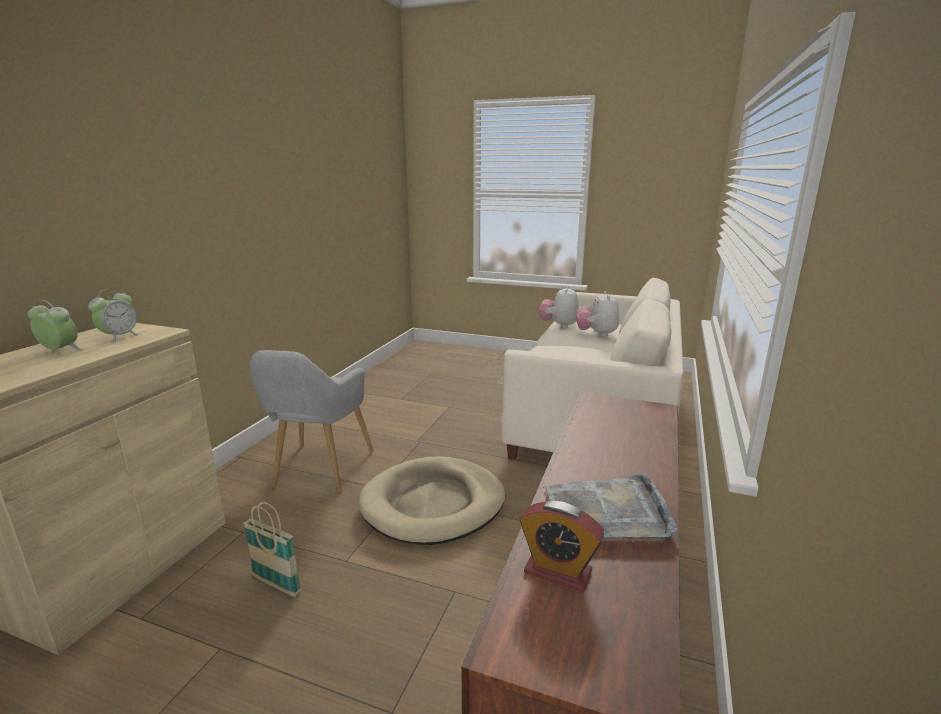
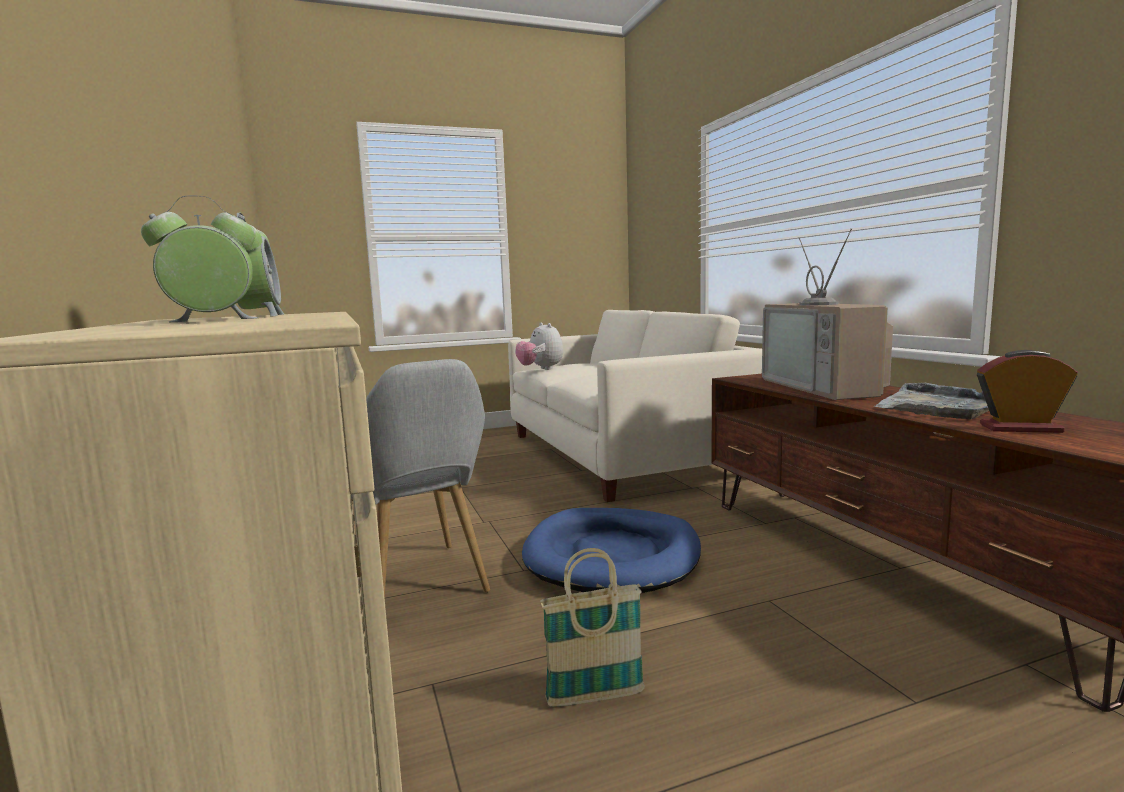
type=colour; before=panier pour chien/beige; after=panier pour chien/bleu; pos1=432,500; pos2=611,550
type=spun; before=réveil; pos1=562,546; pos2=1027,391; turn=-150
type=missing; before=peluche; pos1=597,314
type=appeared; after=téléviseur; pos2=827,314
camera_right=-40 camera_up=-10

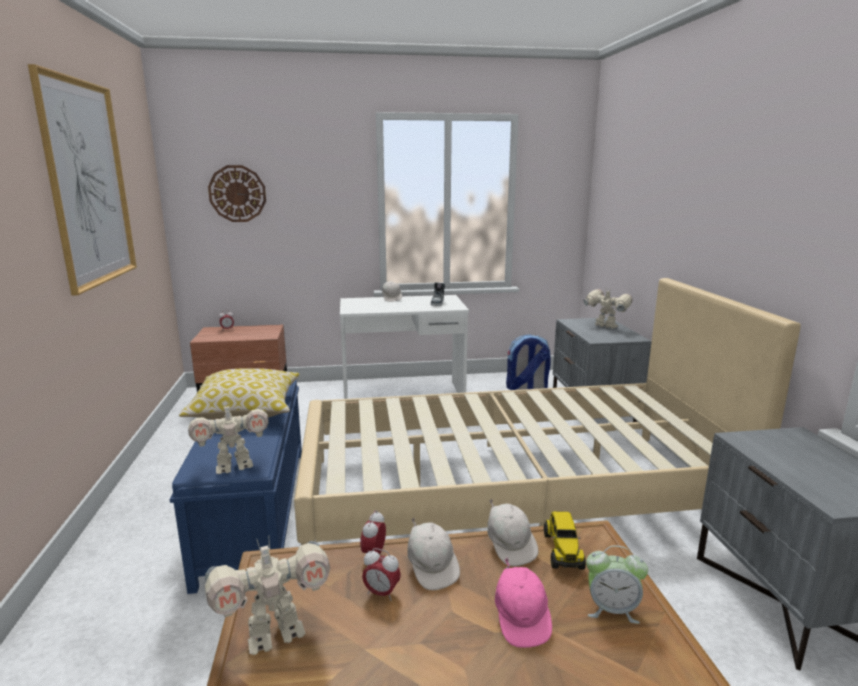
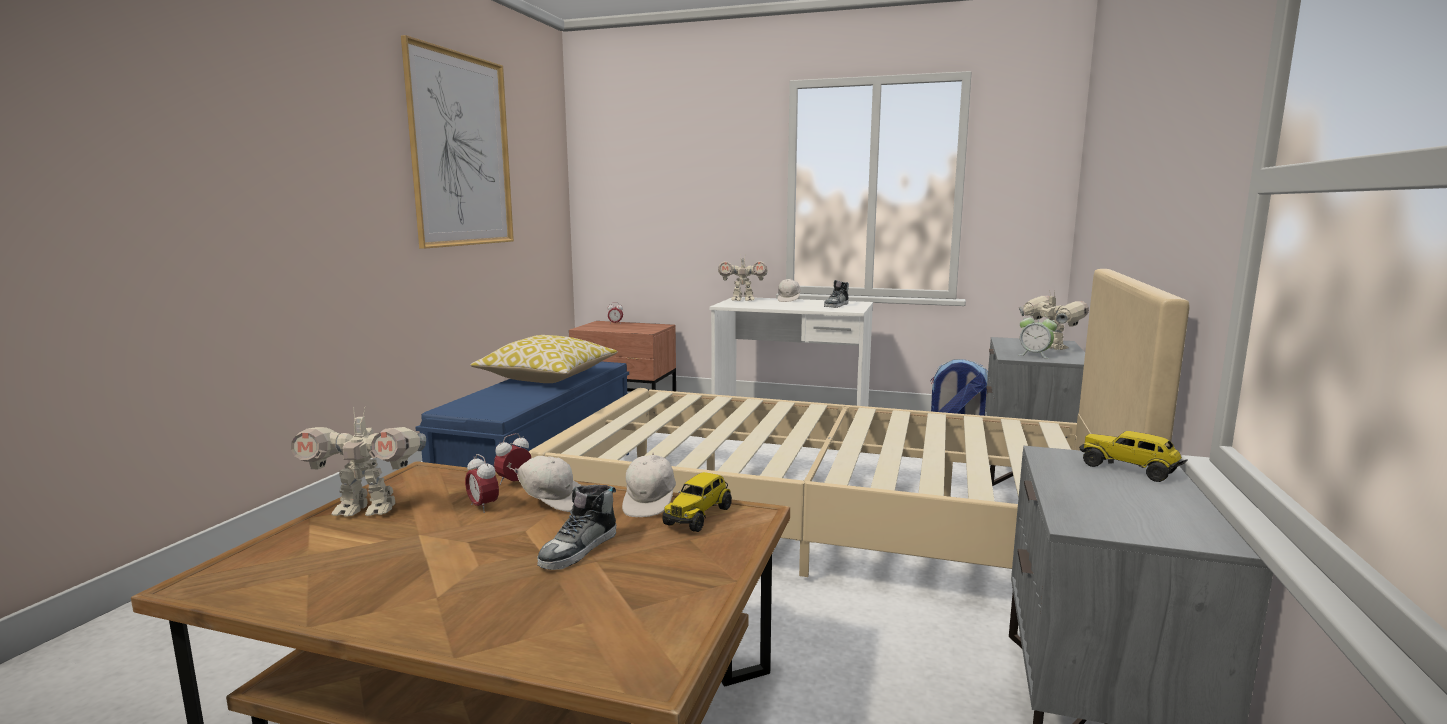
type=relocated; before=robot jouet; pos1=228,436; pos2=743,277
type=missing; before=horloge murale; pos1=237,193
type=spun; before=casquette/blanc; pos1=433,554; pos2=544,484; turn=-75
type=exchanged; before=casquette/rose; after=chaussure; pos1=523,603; pos2=576,527
type=relocated; before=réveil; pos1=617,584; pos2=1038,336
type=appeared; after=camion jouet; pos2=1133,456
camera_right=25 camera_up=-5

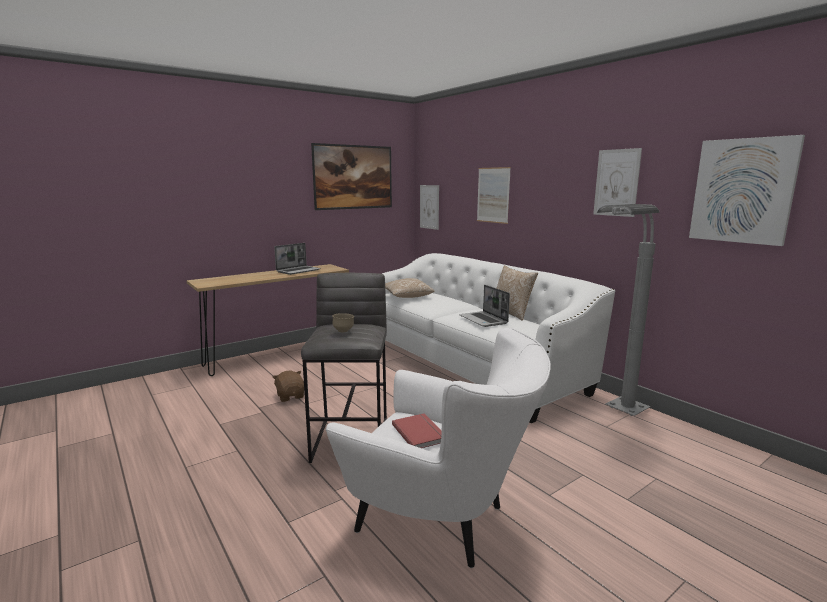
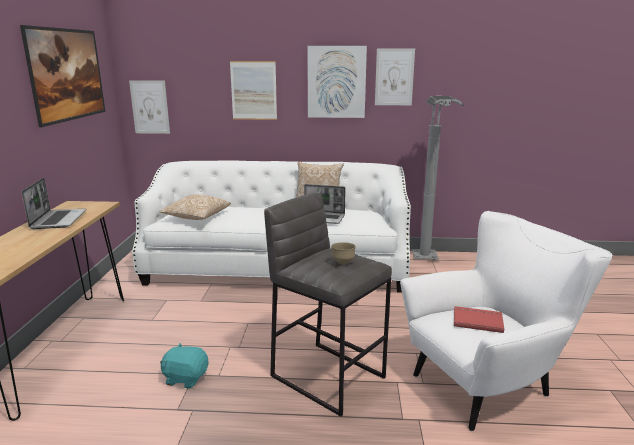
type=colour; before=peluche/marron; after=peluche/turquoise; pos1=288,386; pos2=184,366
type=relocated; before=tableau; pos1=747,190; pos2=337,82
camera_right=-50 camera_up=5

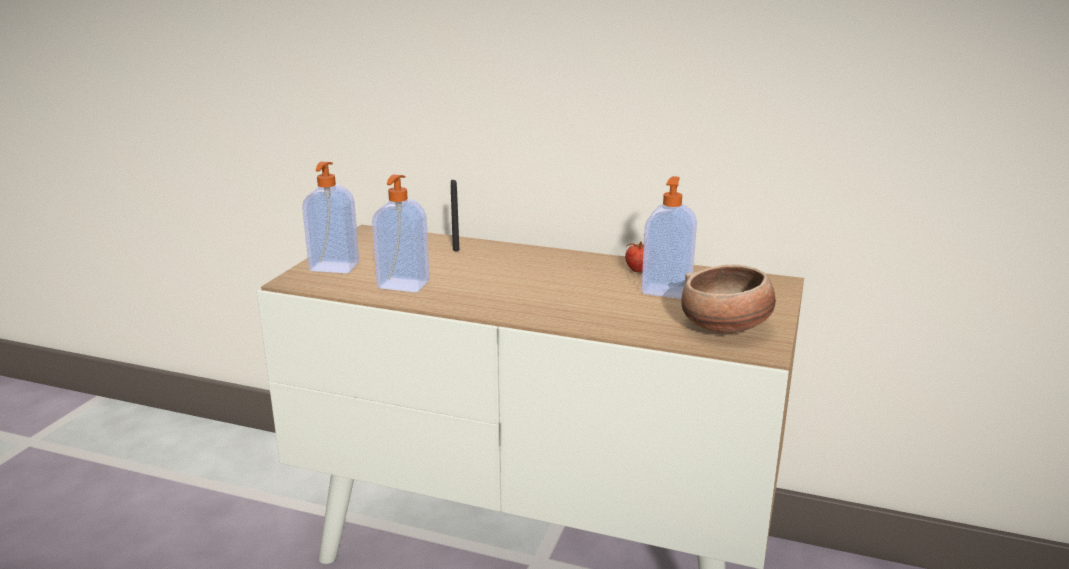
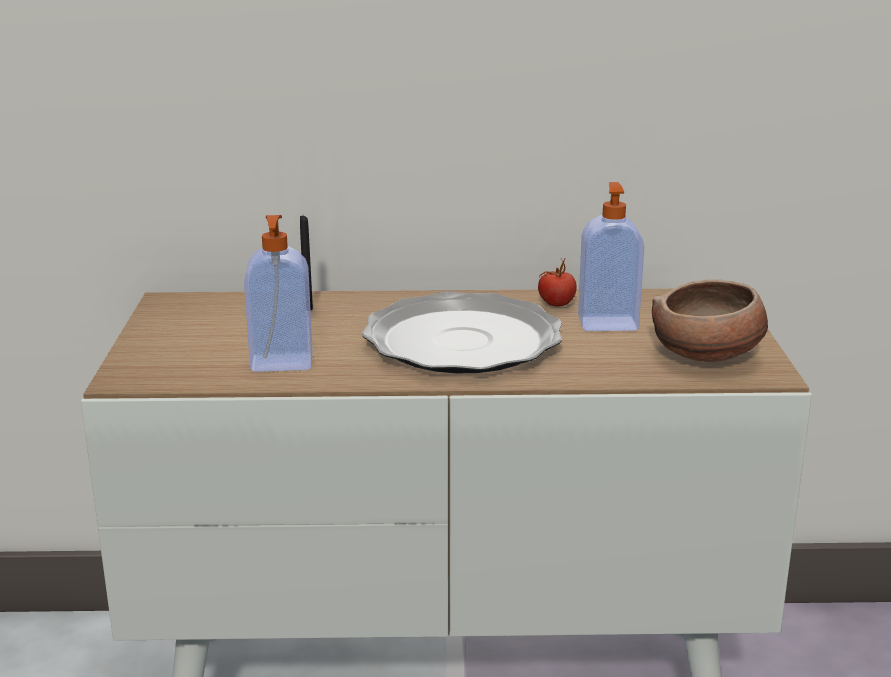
type=missing; before=distributeur de savon; pos1=330,217
type=appeared; after=assiette; pos2=462,333
camera_right=-20 camera_up=0

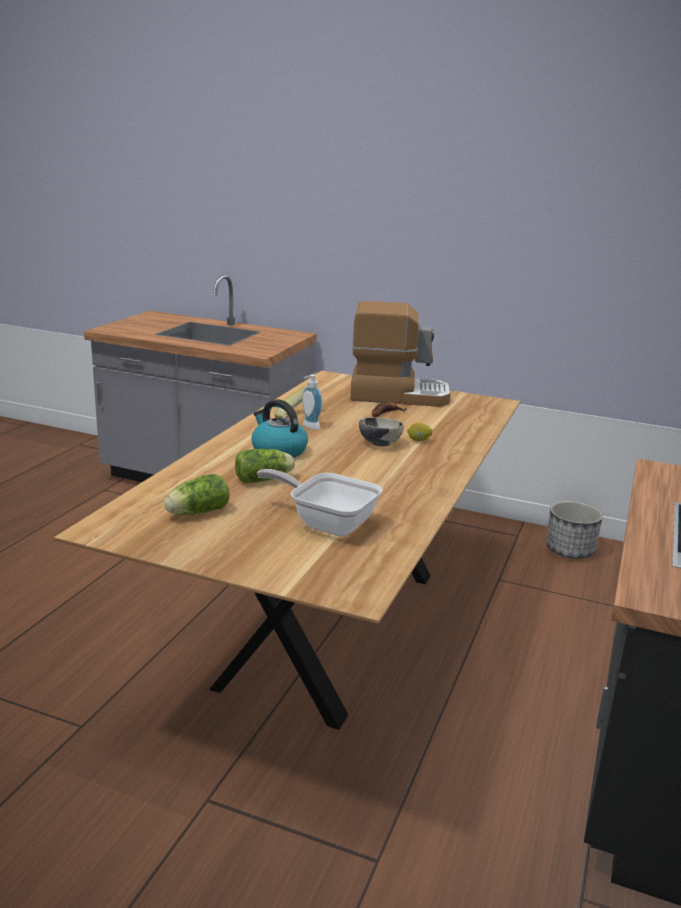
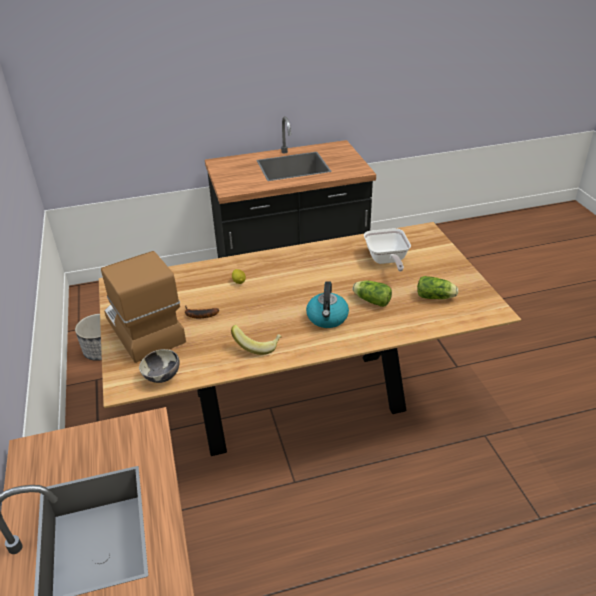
type=missing; before=distributeur de savon; pos1=312,402
type=relocated; before=bol; pos1=381,431; pos2=159,366
camera_right=-125 camera_up=15

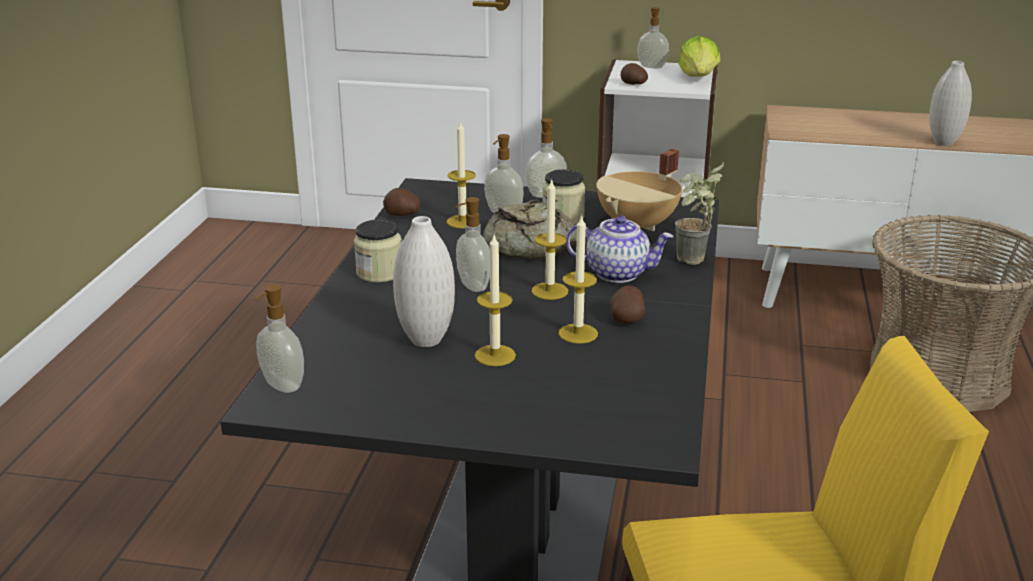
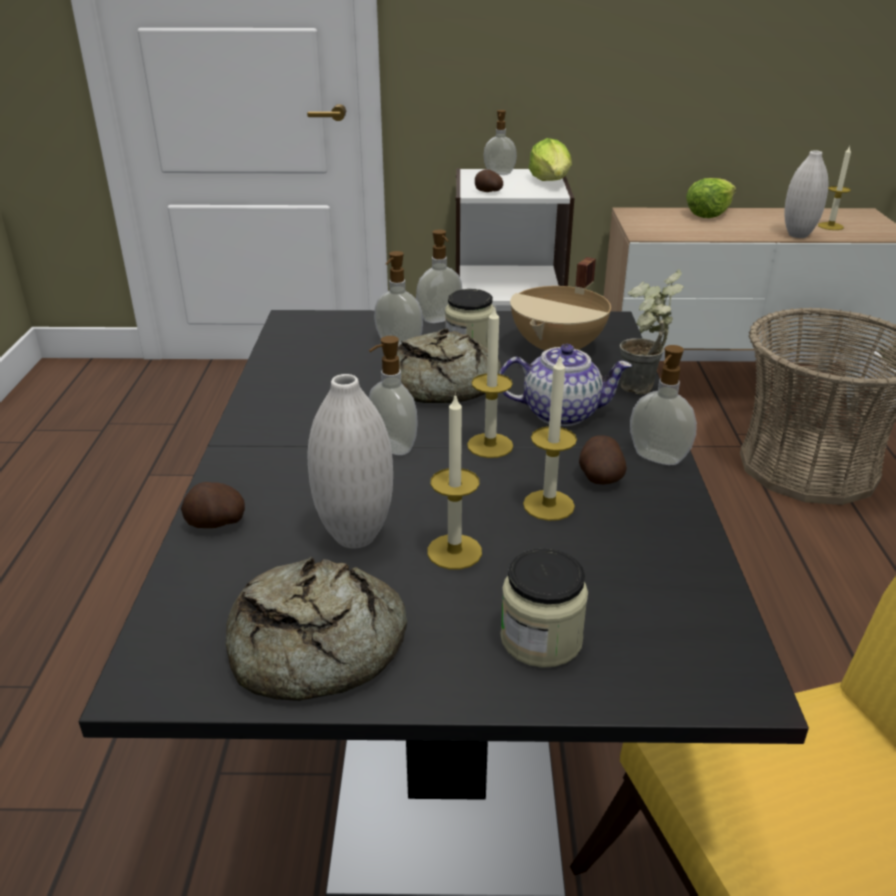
type=relocated; before=distributeur de savon; pos1=279,338; pos2=663,405
type=relocated; before=bocal; pos1=378,251; pos2=544,608
type=relocated; before=pomme de terre; pos1=401,202; pos2=213,505
type=relocated; before=bougie; pos1=461,174; pos2=834,188
type=appeared; after=pain; pos2=316,629
type=appeared; after=laitue; pos2=711,198
camera_right=-10 camera_up=5

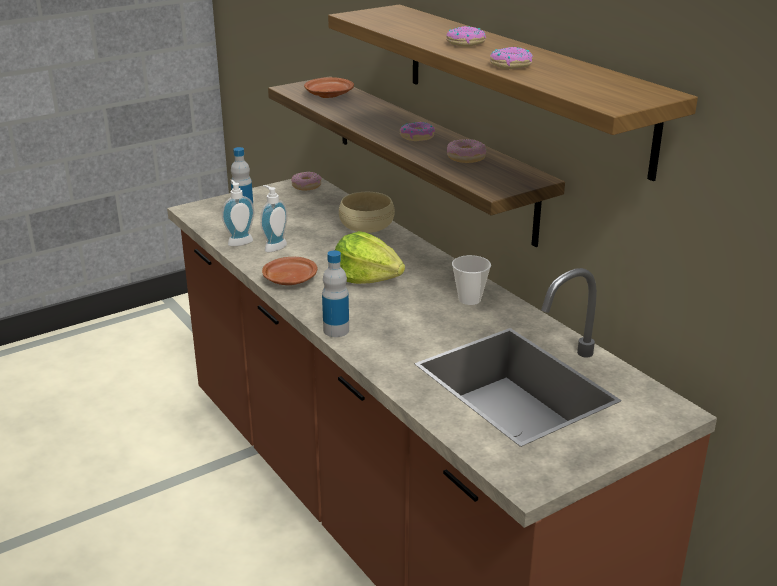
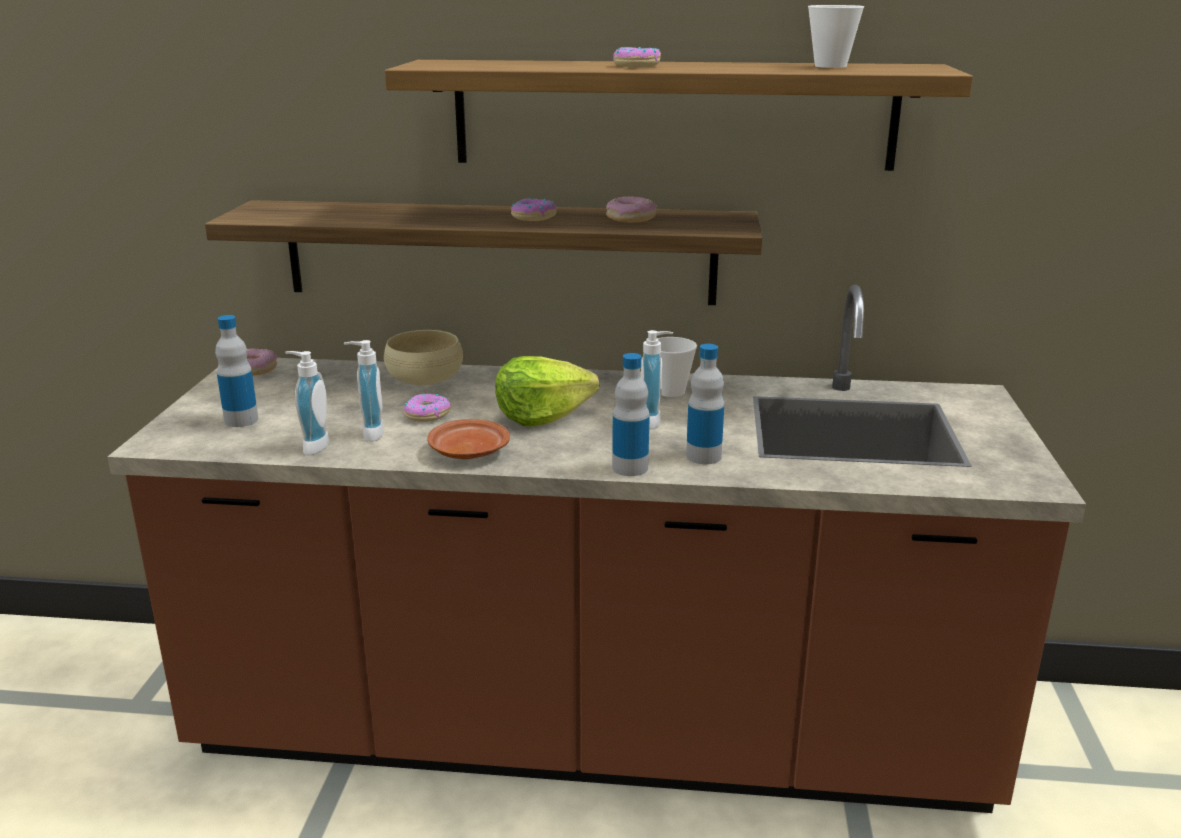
type=missing; before=assiette/marron; pos1=329,87
type=relocated; before=beignet; pos1=511,58; pos2=427,408
type=appeared; after=distributeur de savon; pos2=657,379
type=appeared; after=bouteille; pos2=705,404
type=appeared; after=tasse; pos2=836,36
camera_right=-50 camera_up=-5

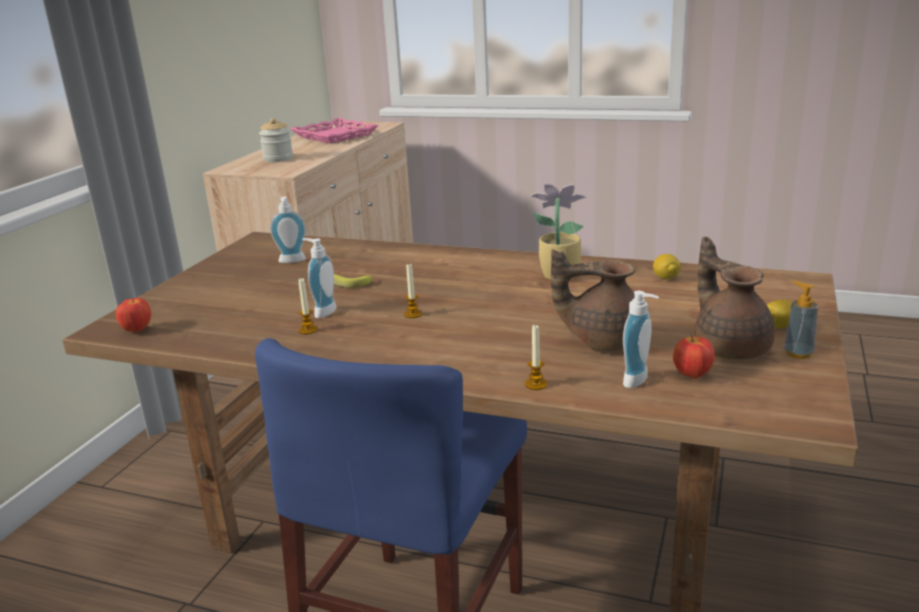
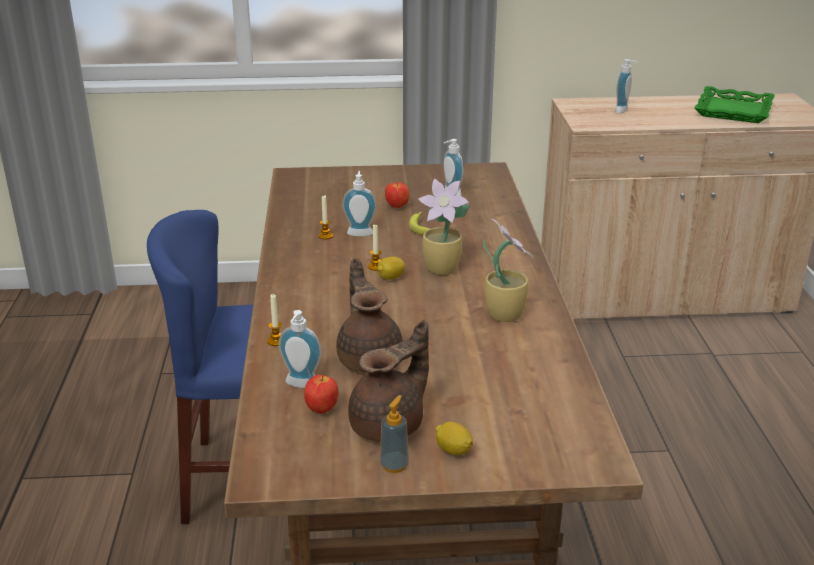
type=relocated; before=pomme; pos1=133,315; pos2=397,195
type=exchanged; before=bocal; after=distributeur de savon; pos1=276,140; pos2=626,86
type=colour; before=plateau/rose; after=plateau/vert; pos1=334,131; pos2=734,104
type=relocated; before=citron; pos1=667,266; pos2=391,268
type=appeared; after=plante en pot; pos2=444,227
camera_right=65 camera_up=5

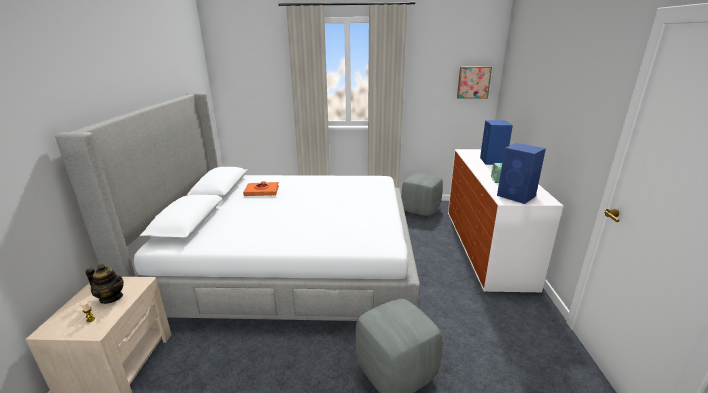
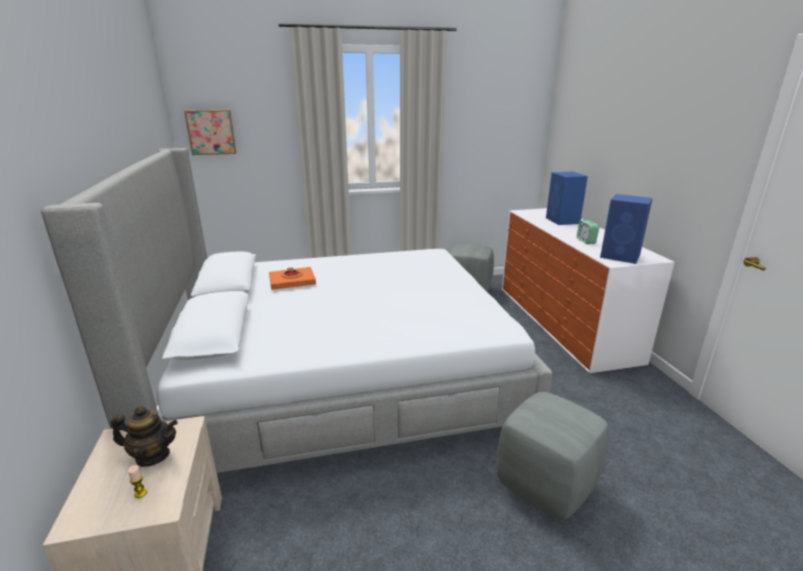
type=relocated; before=tableau; pos1=474,82; pos2=210,132
camera_right=-15 camera_up=0

